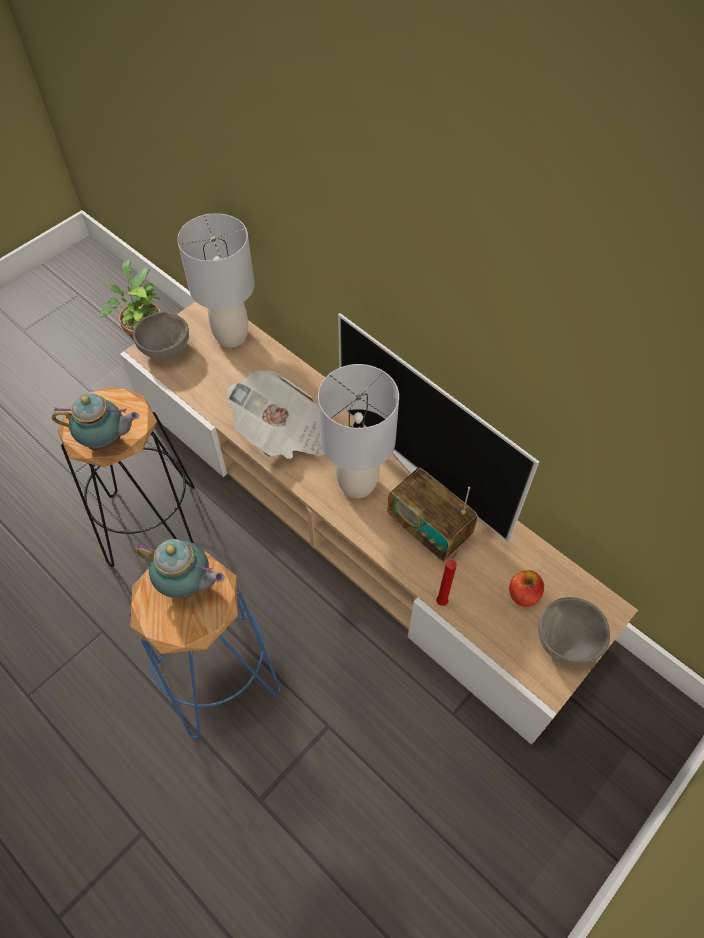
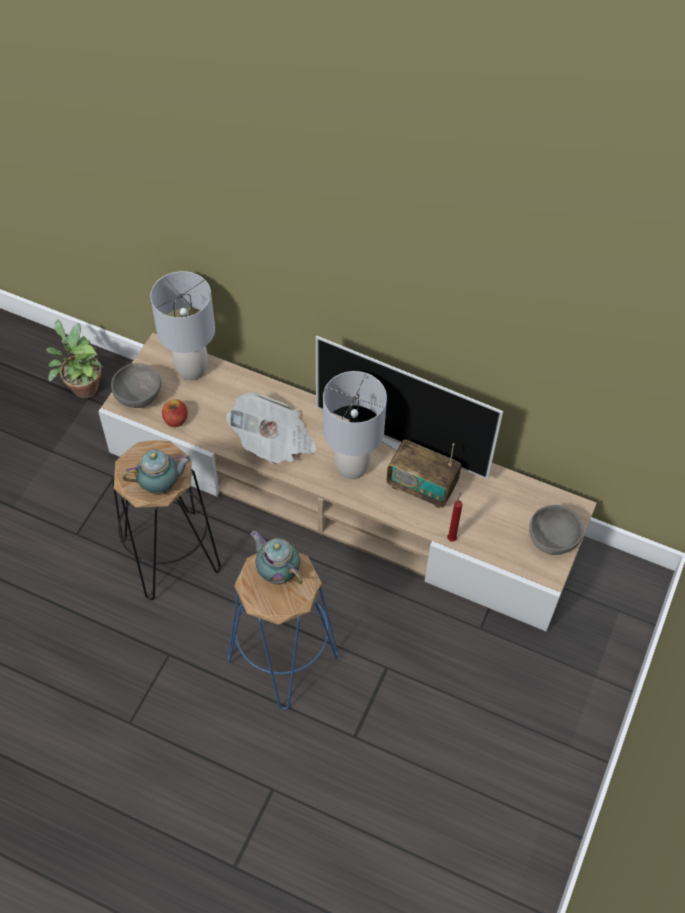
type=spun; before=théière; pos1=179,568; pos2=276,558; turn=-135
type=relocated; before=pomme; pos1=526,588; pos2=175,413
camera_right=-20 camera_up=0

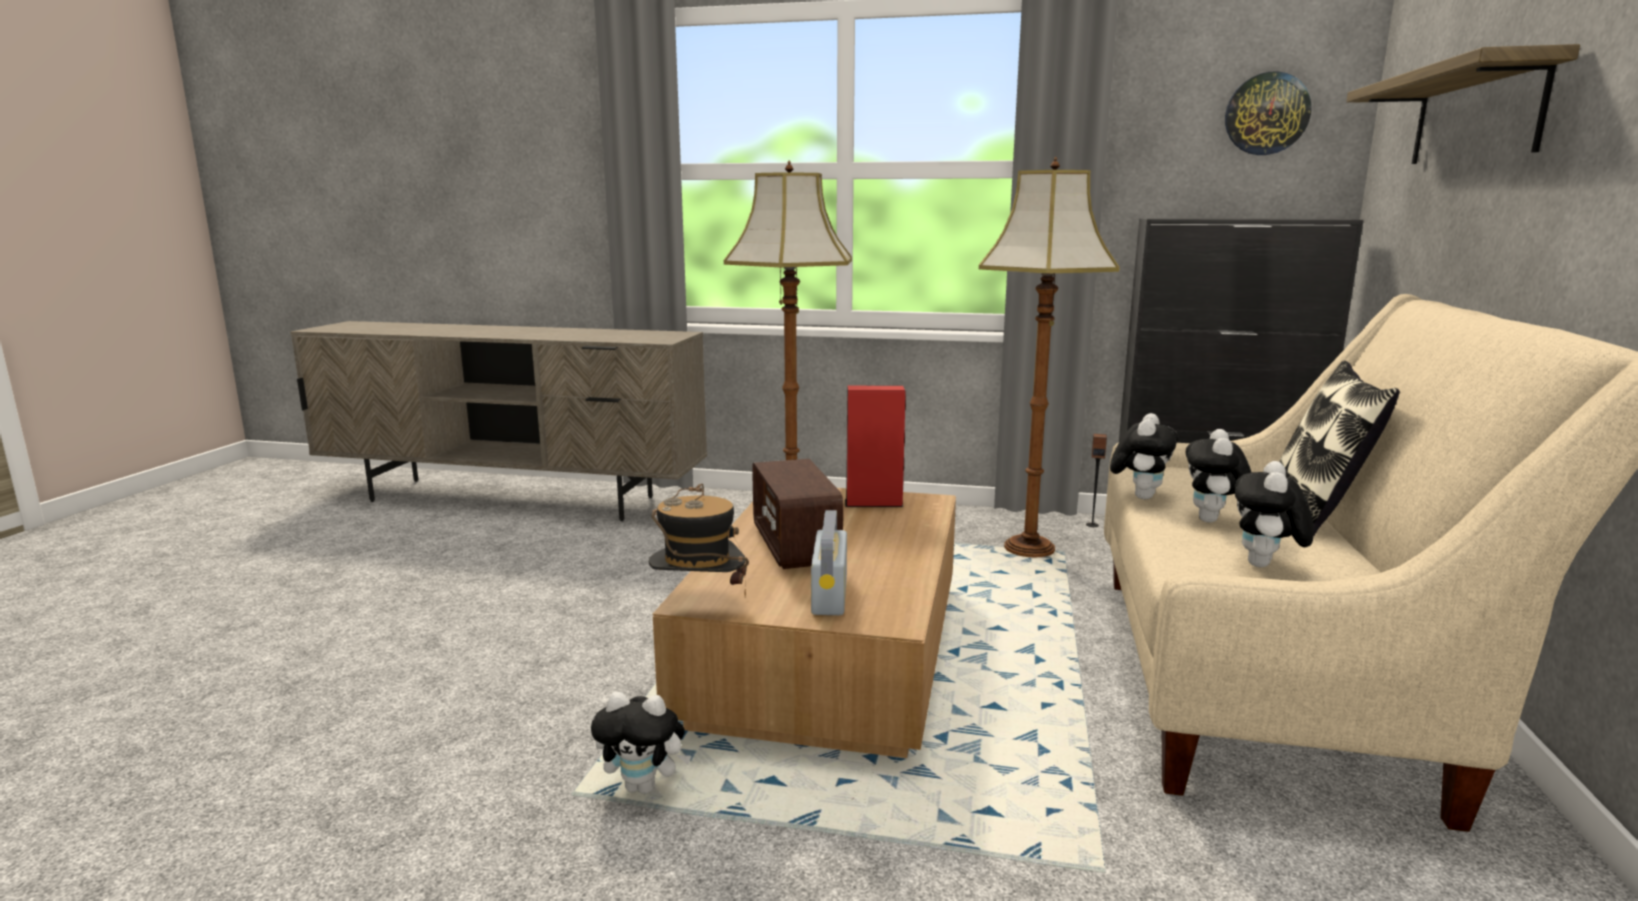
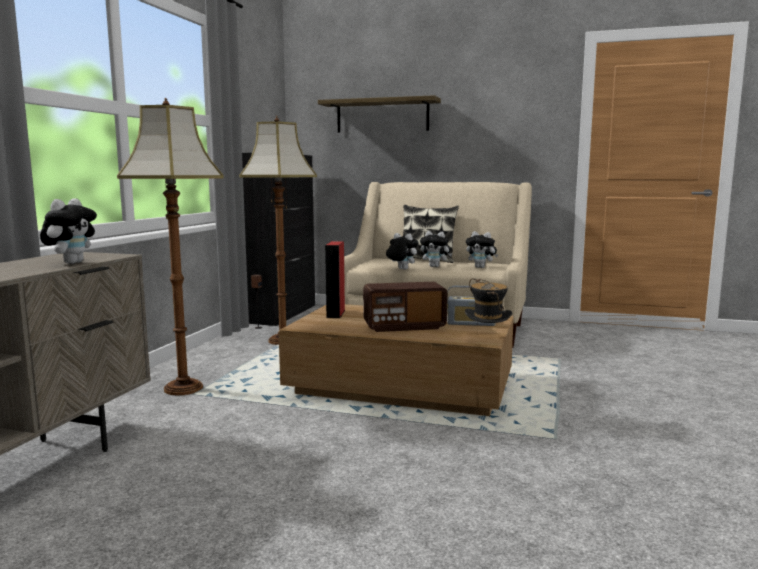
type=relocated; before=peluche; pos1=641,743; pos2=68,231
type=missing; before=horloge murale; pos1=1268,113
camera_right=-85 camera_up=-5

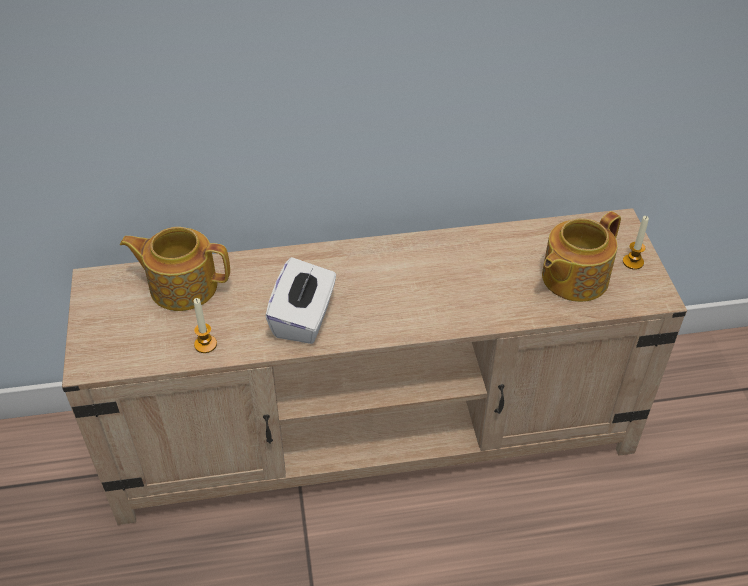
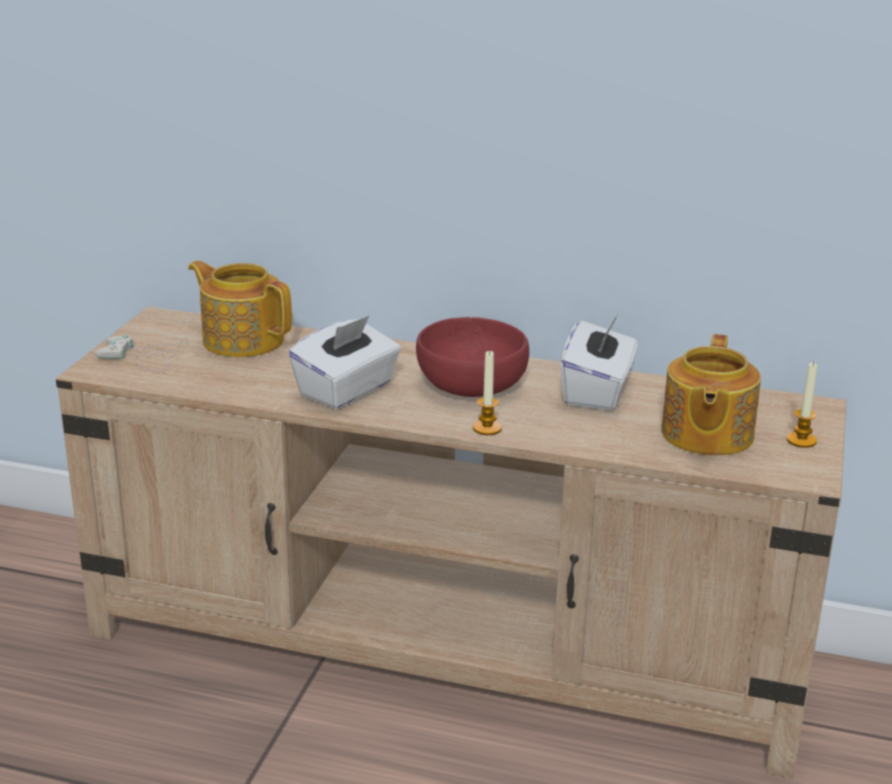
type=relocated; before=bougie; pos1=205,325; pos2=487,392
type=spun; before=théière; pos1=581,256; pos2=711,395; turn=-60
type=appeared; after=manette/blanc; pos2=141,351
type=appeared; after=bol/rouge; pos2=472,357
type=appeared; after=boîte à mouchoirs/blanc; pos2=598,363
camera_right=25 camera_up=-20

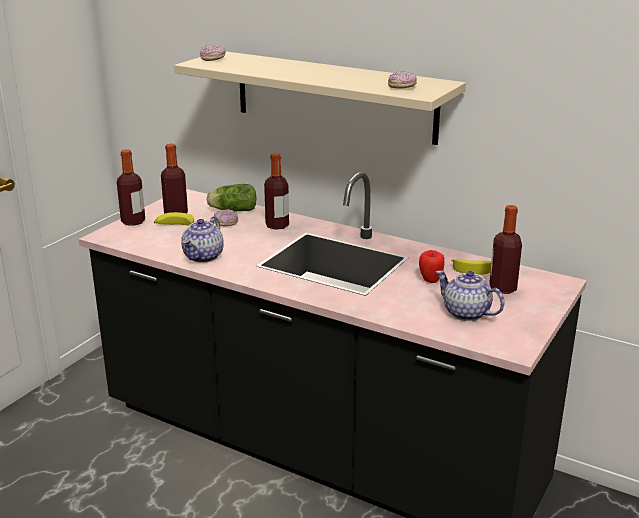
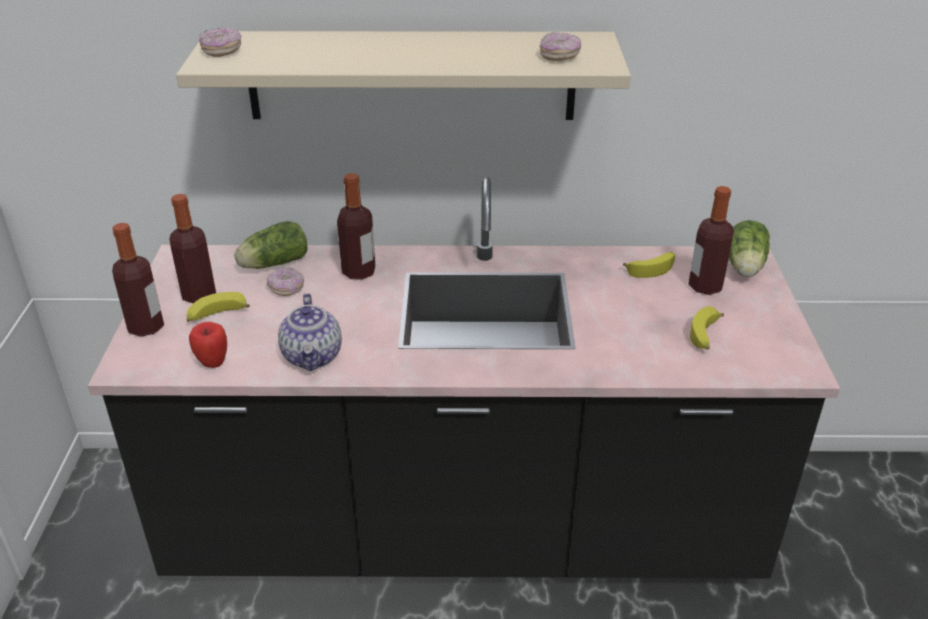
type=relocated; before=pomme; pos1=432,266; pos2=208,345
type=exchanged; before=théière; after=banane; pos1=470,295; pos2=707,327
type=appeared; after=laitue; pos2=749,248
camera_right=-30 camera_up=10

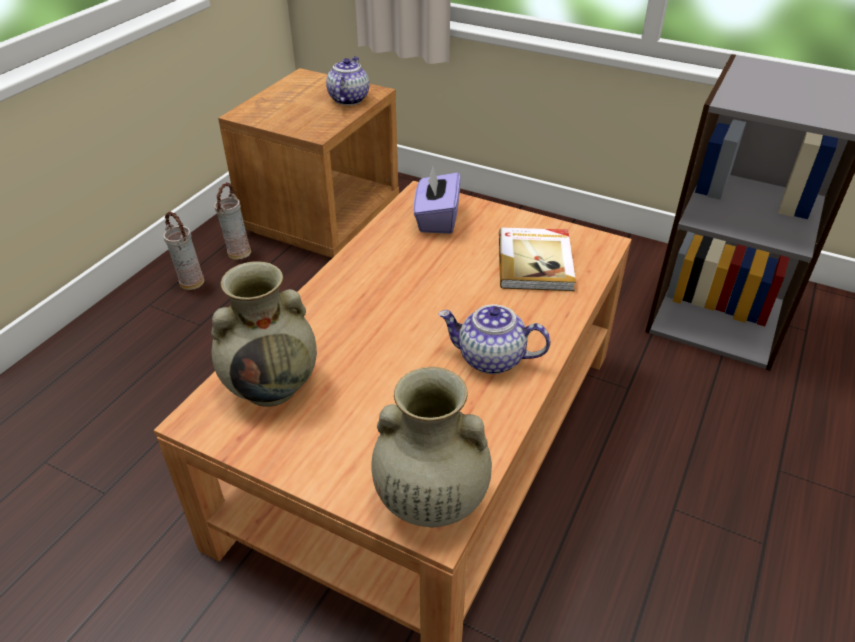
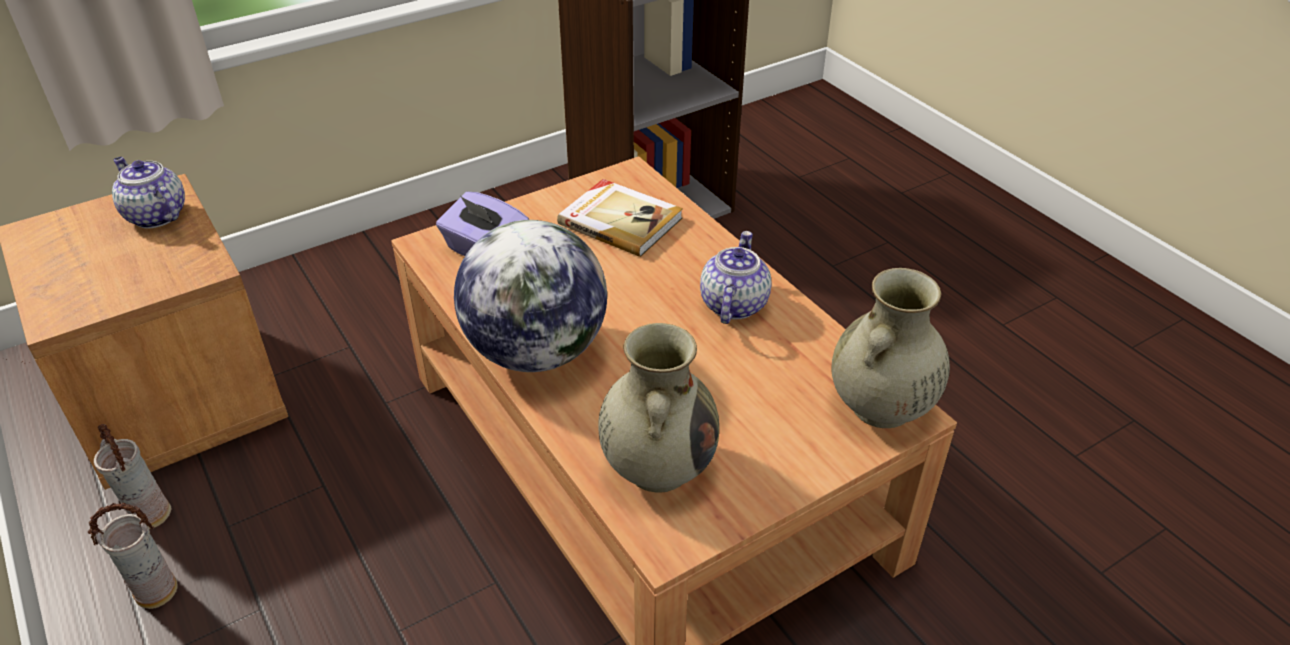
type=spun; before=théière; pos1=494,339; pos2=736,277; turn=150
type=appeared; after=globe; pos2=530,296
camera_right=-60 camera_up=0

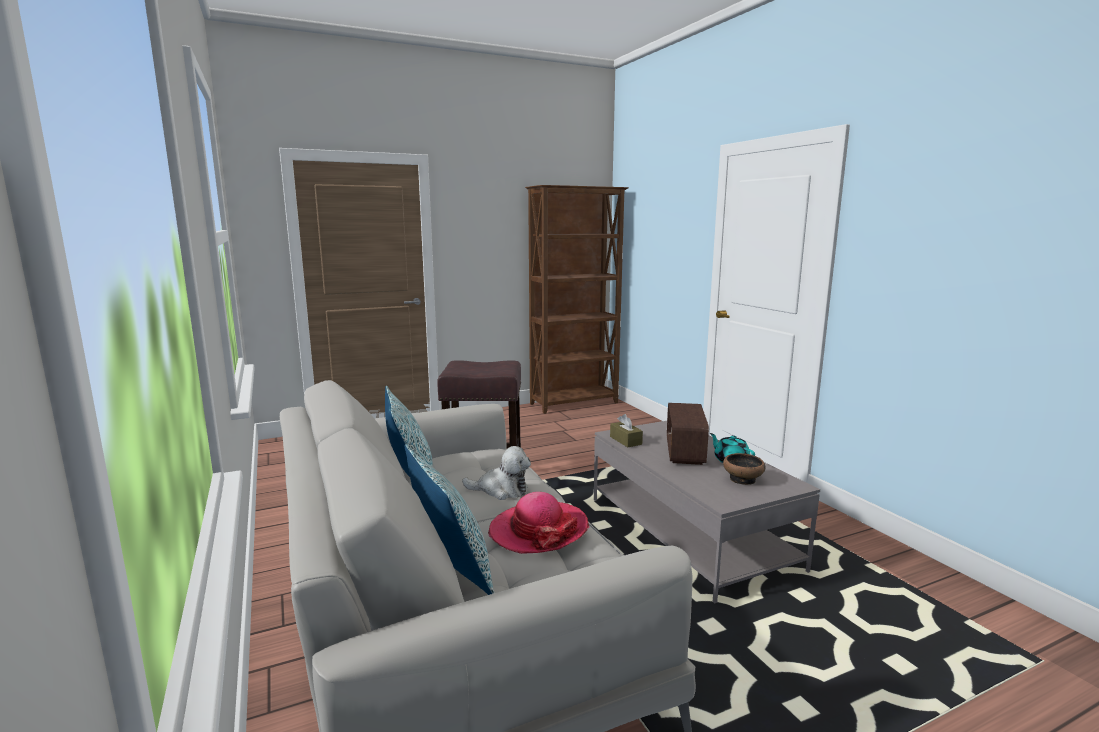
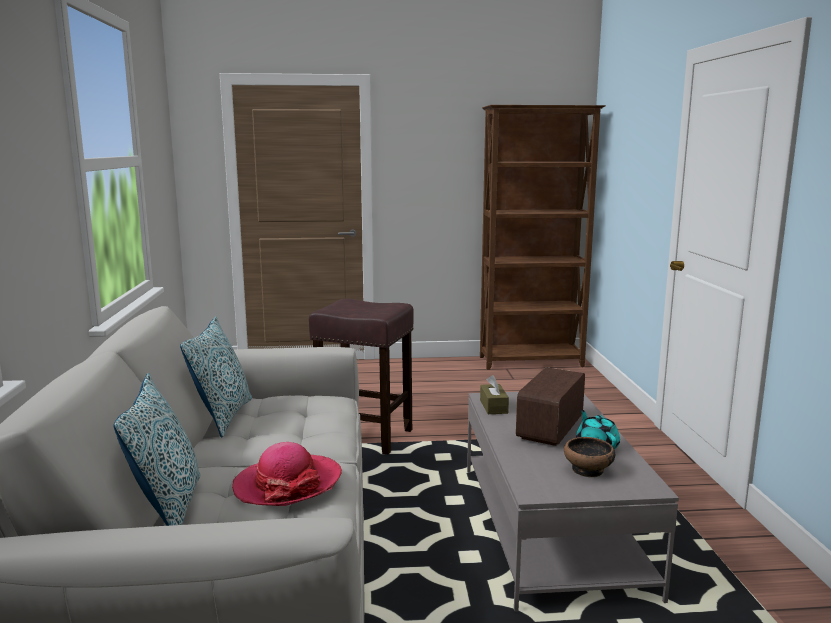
type=missing; before=peluche; pos1=496,473
camera_right=20 camera_up=0

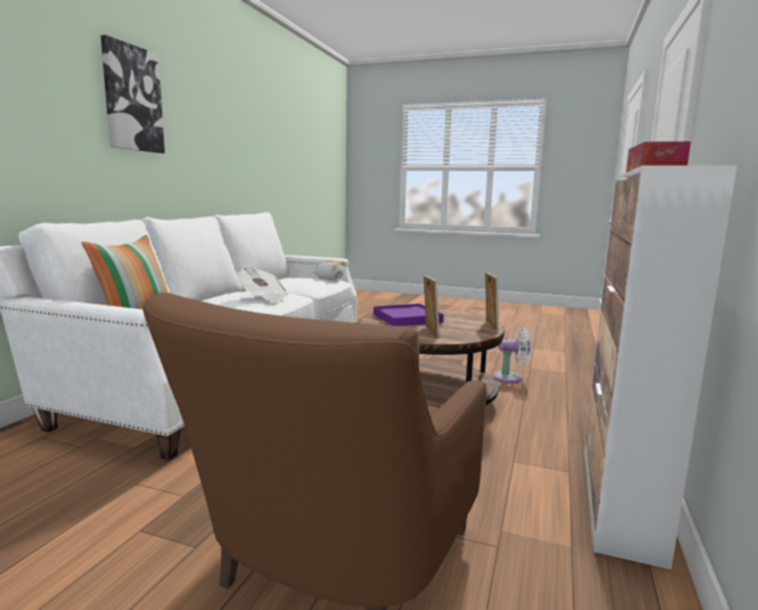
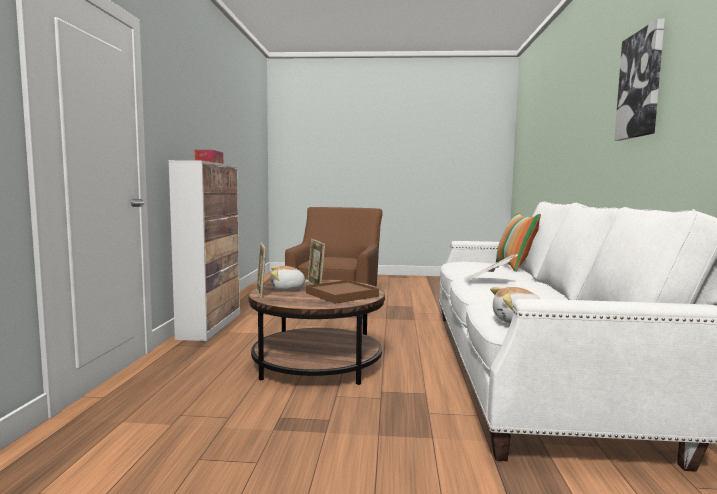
type=colour; before=plateau/violet; after=plateau/marron; pos1=408,315; pos2=342,292
type=missing; before=ventilateur/blanc; pos1=512,355
type=appeared; after=peluche; pos2=290,278
camera_right=165 camera_up=-5

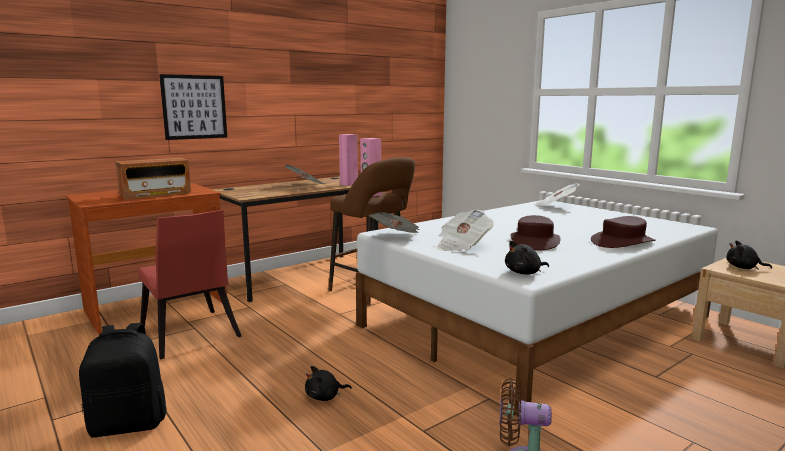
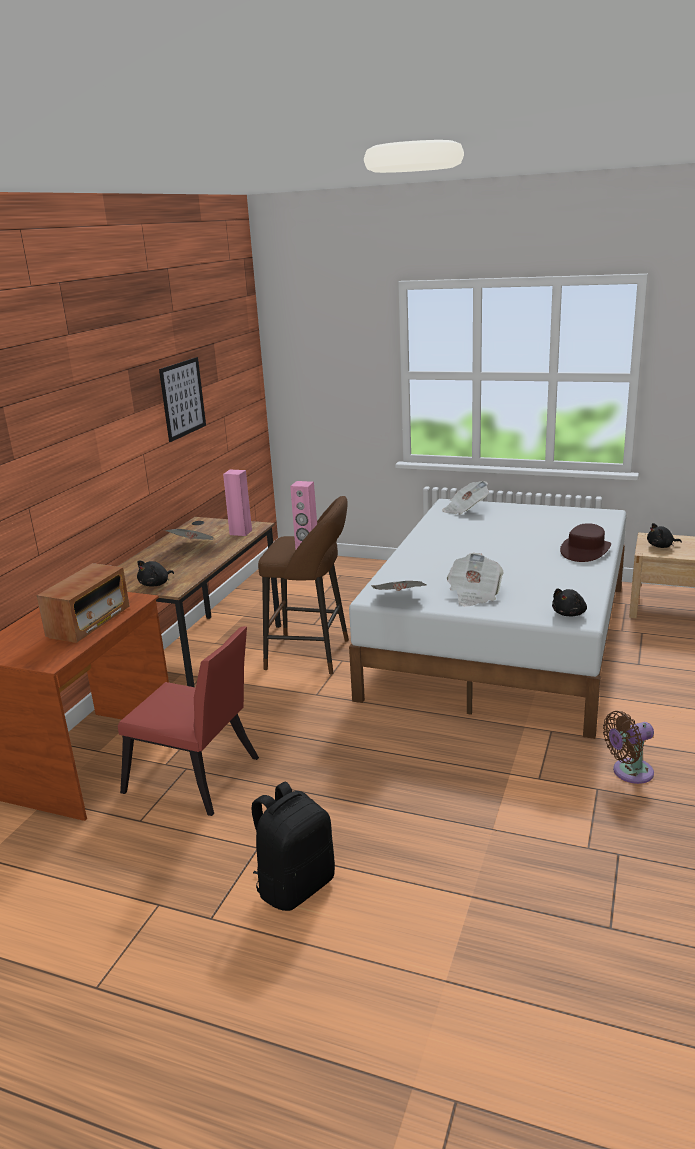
type=relocated; before=tableau; pos1=193,107; pos2=182,399
type=relocated; before=peluche/noir; pos1=328,383; pos2=155,573
type=missing; before=chapeau/marron; pos1=535,232
camera_right=-30 camera_up=10

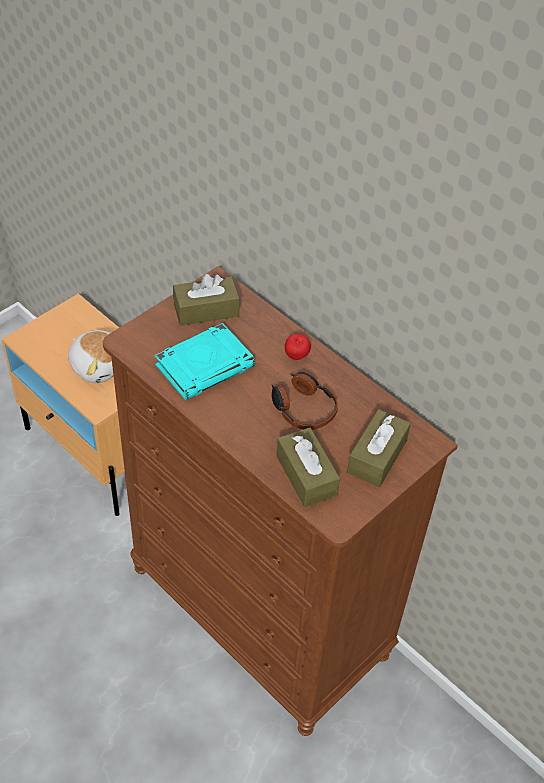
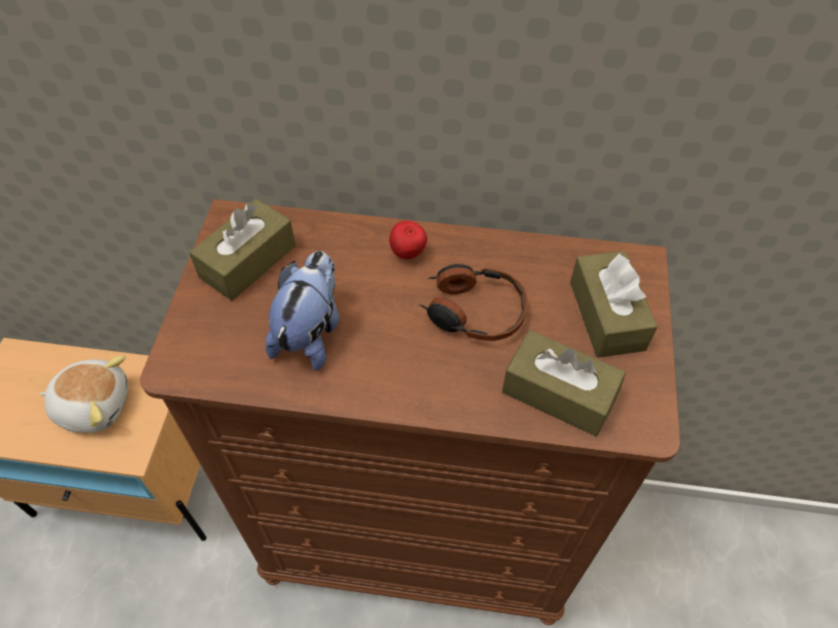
type=exchanged; before=livre/turquoise; after=peluche; pos1=205,361; pos2=302,311
camera_right=-35 camera_up=5

